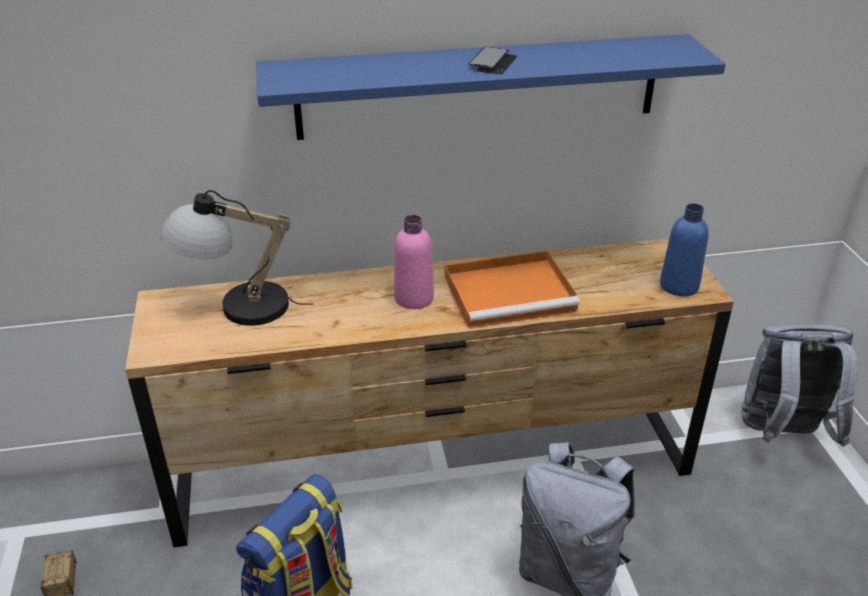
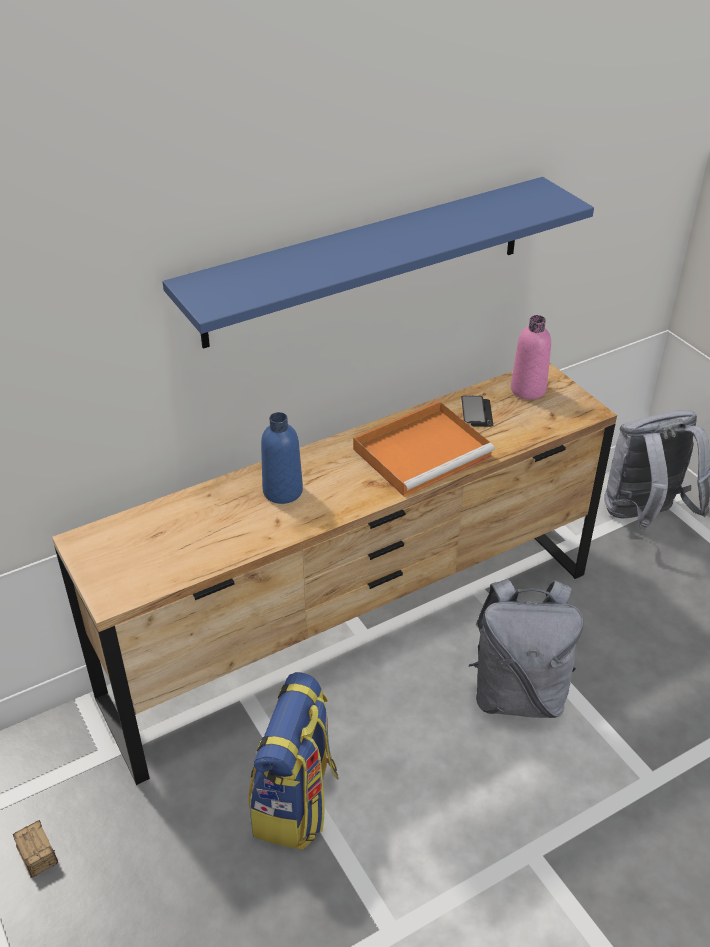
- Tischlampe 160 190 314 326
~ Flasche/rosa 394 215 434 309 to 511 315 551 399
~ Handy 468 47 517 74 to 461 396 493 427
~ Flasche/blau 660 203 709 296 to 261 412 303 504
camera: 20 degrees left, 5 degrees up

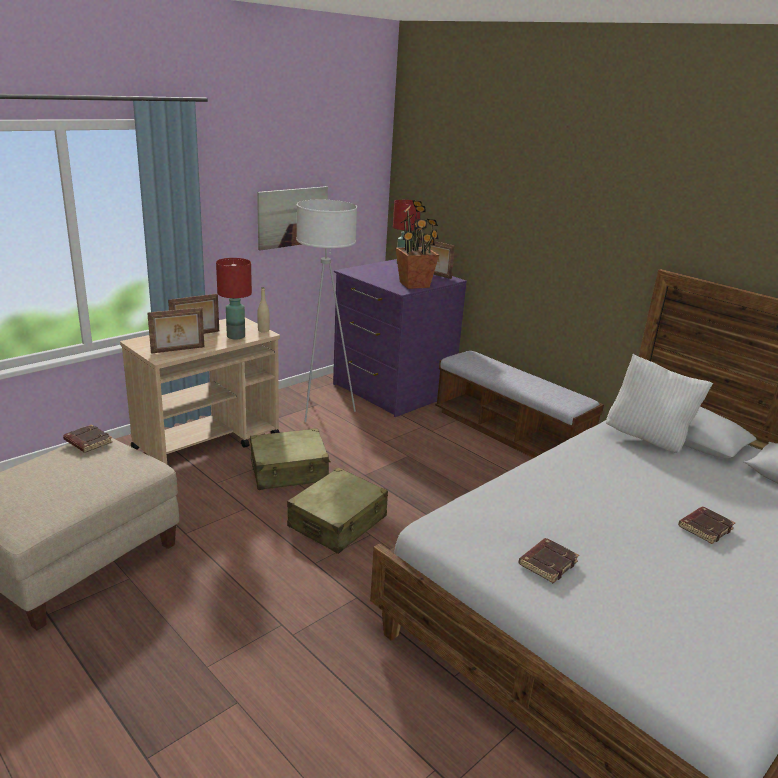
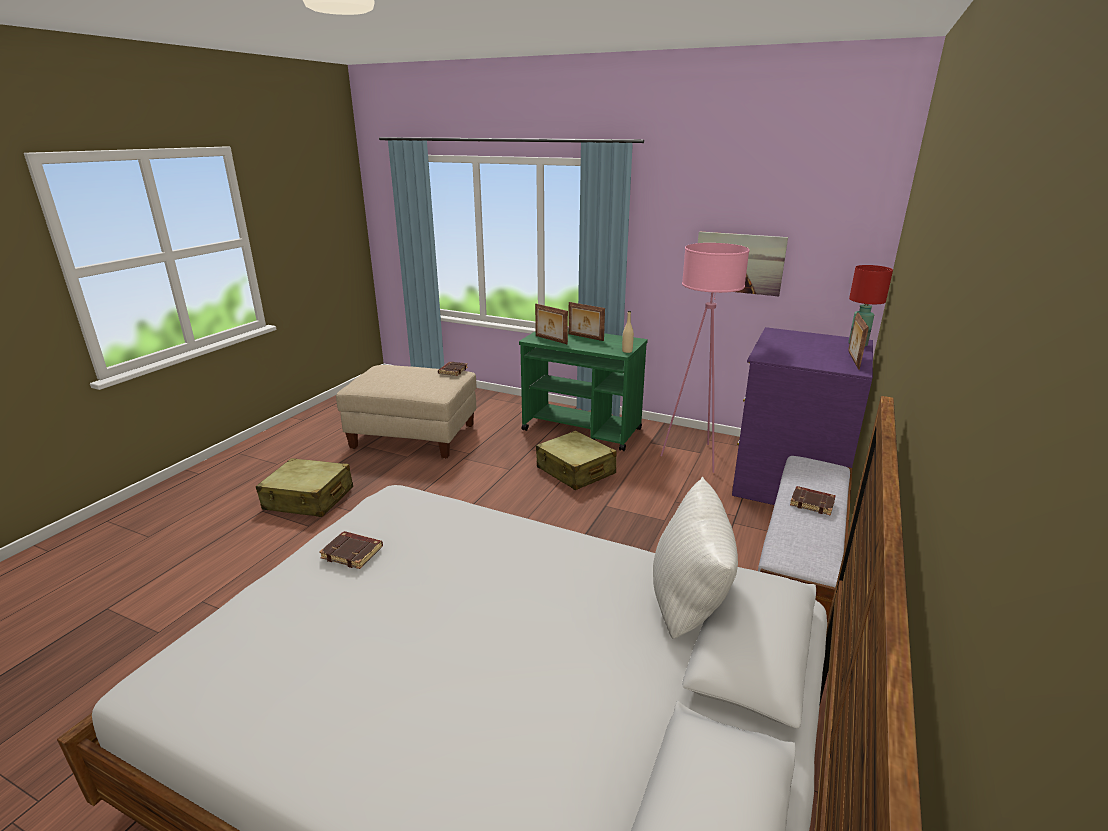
- Tischlampe/rot 216 258 252 339
- Topfpflanze 396 200 439 289
~ Koffer/beige 287 468 388 554 to 256 458 353 517
~ Buch/braun 678 507 735 544 to 790 486 836 516
~ Rollwagen/beige 120 318 280 464 to Rollwagen/grün 519 331 648 451
~ Stehlampe/weiß 296 200 357 422 to Stehlampe/rosa 660 243 750 473
camera: 70 degrees right, 0 degrees up

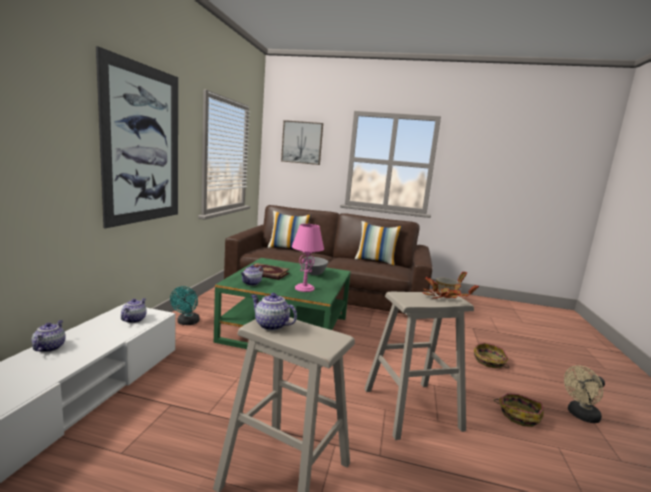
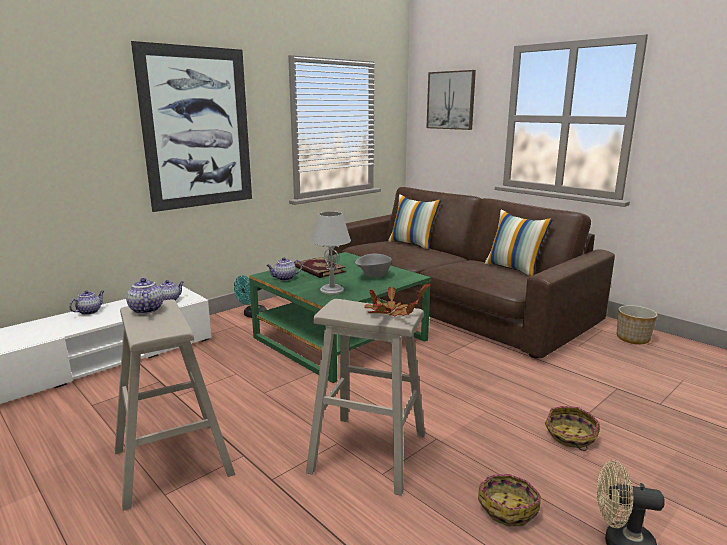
~ Tischlampe/rosa 292 224 324 292 to Tischlampe/grau 311 211 351 294
camera: 35 degrees right, 5 degrees up

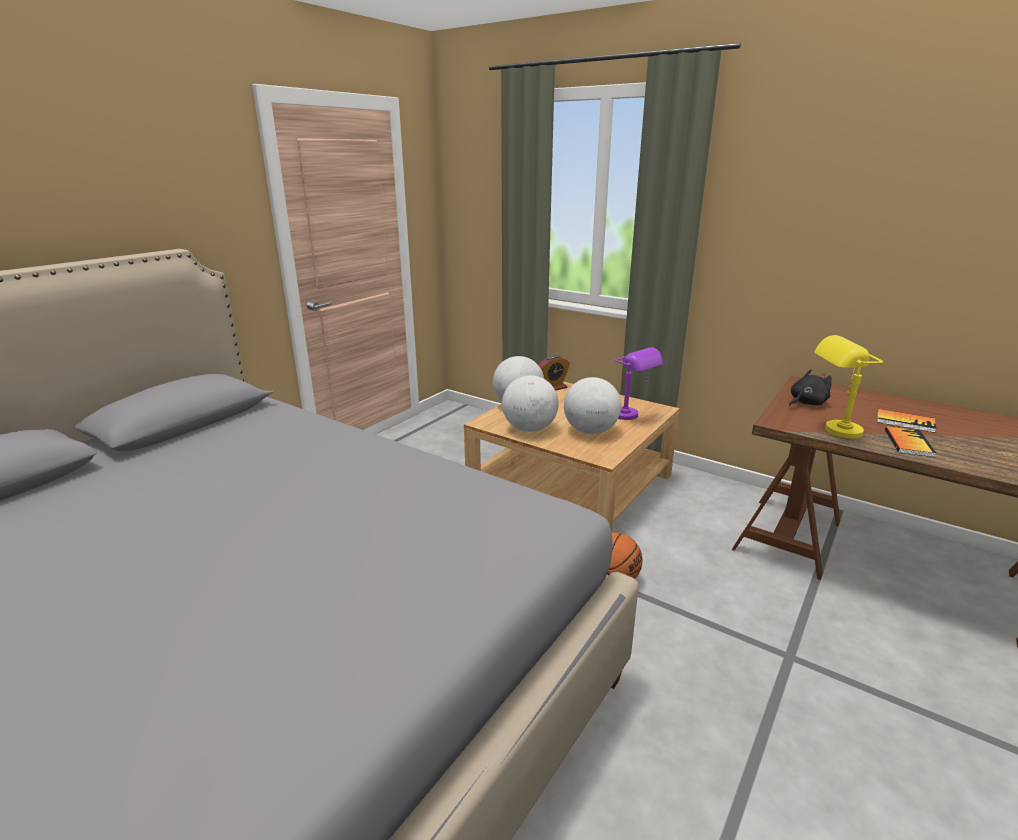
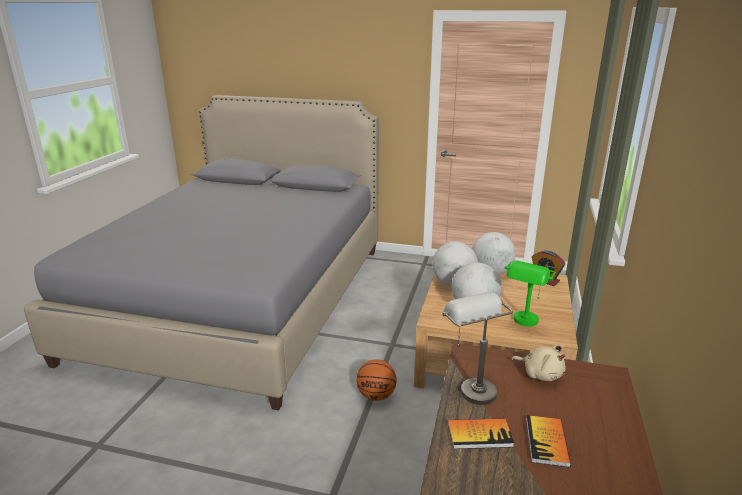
~ Tischlampe/lila 615 347 663 420 to Tischlampe/grün 505 260 556 326
~ Plüschtier/schwarz 789 369 832 406 to Plüschtier/beige 511 345 565 381
~ Tischlampe/gelb 814 335 883 438 to Tischlampe/grau 442 292 513 405
camera: 70 degrees right, 0 degrees up

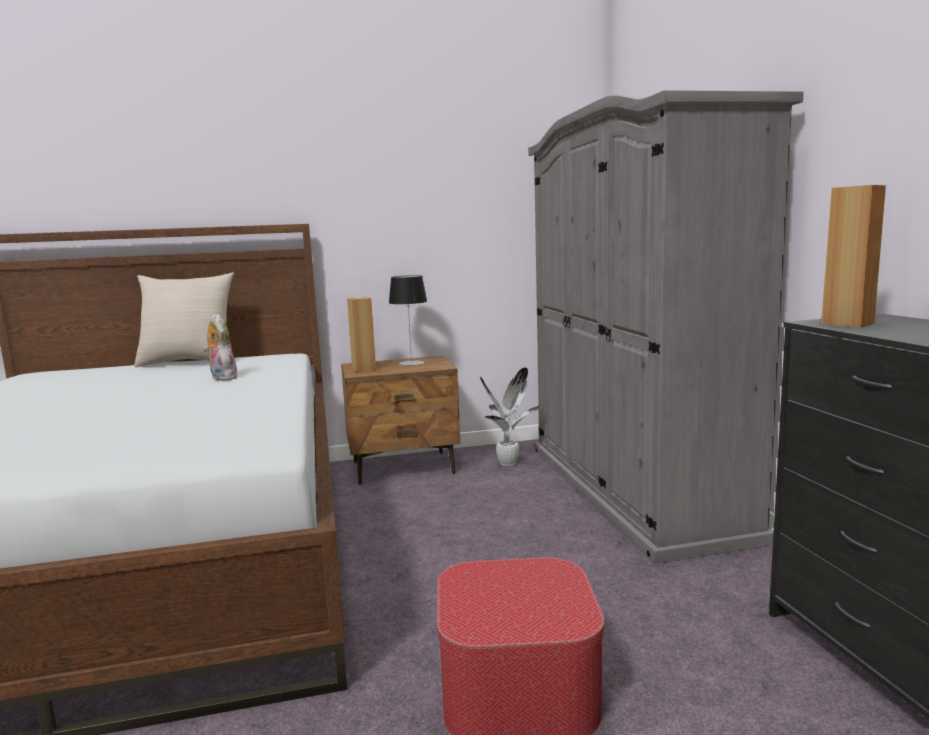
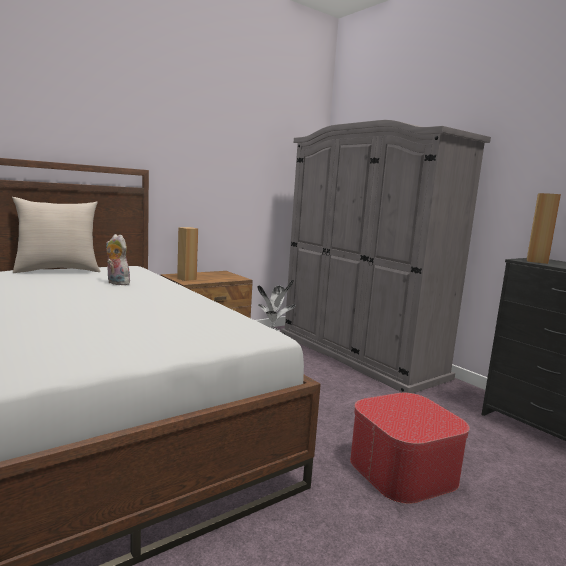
- Tischlampe 389 275 427 366
camera: 25 degrees left, 0 degrees up

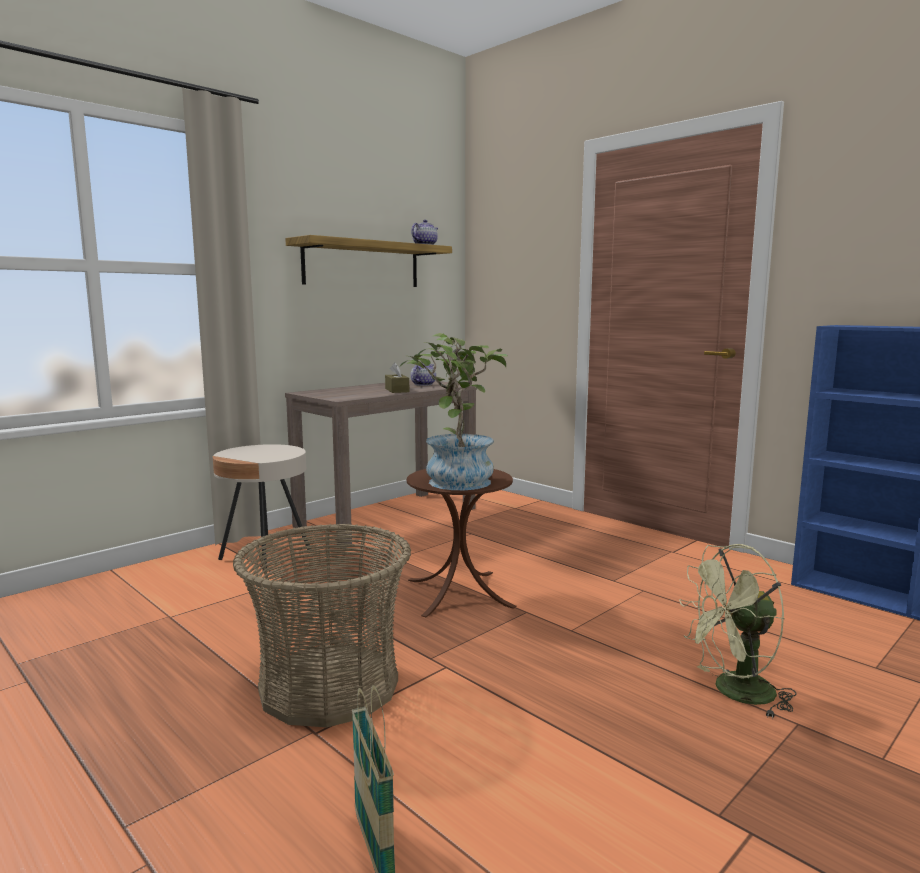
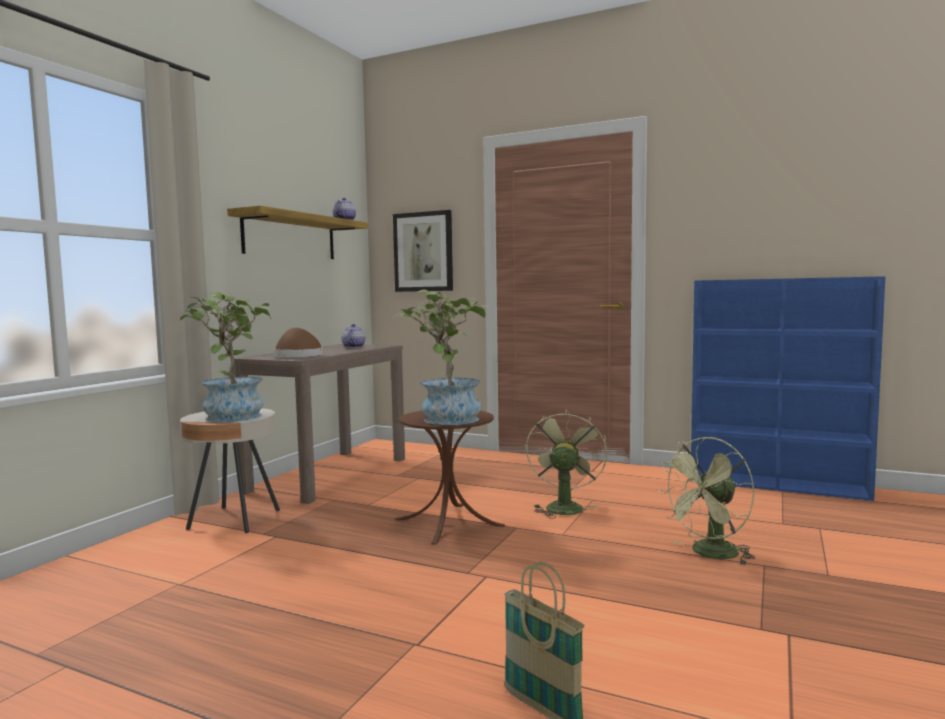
- Korb 233 524 411 727
- Taschentuchbox/braun 385 362 409 393
+ Topfpflanze 180 292 271 422
+ Hut/braun 274 328 323 357
+ Bild 393 210 453 292
+ Ventilator/grün 526 410 607 519
camera: 20 degrees left, 5 degrees down

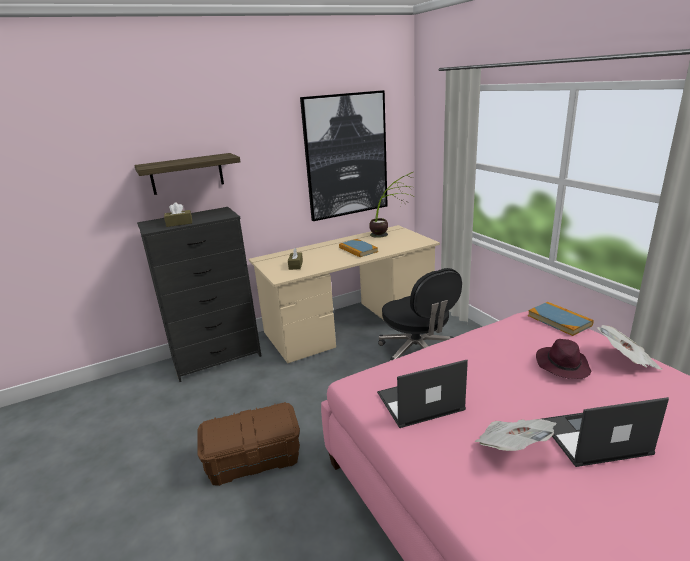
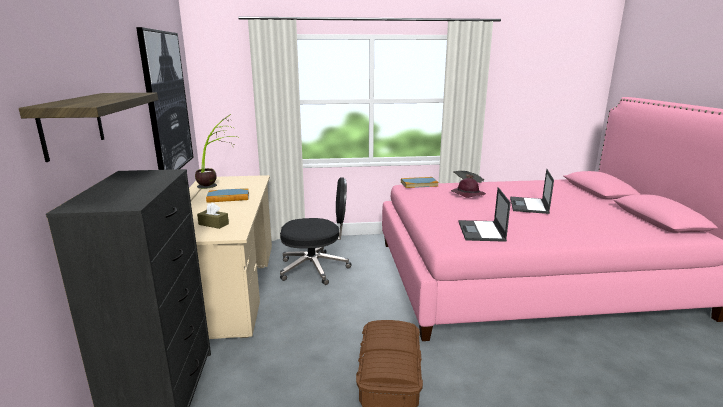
- Taschentuchbox/braun 164 202 192 227
- Zeitung 474 419 556 451
camera: 70 degrees left, 5 degrees down

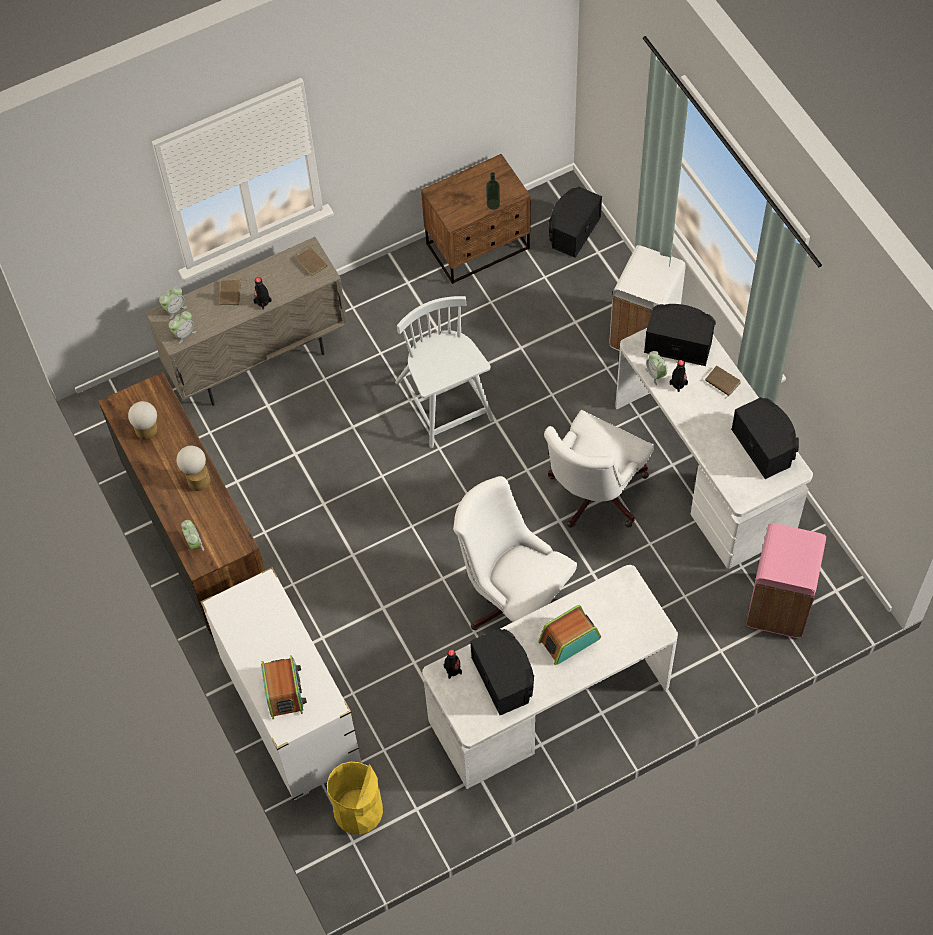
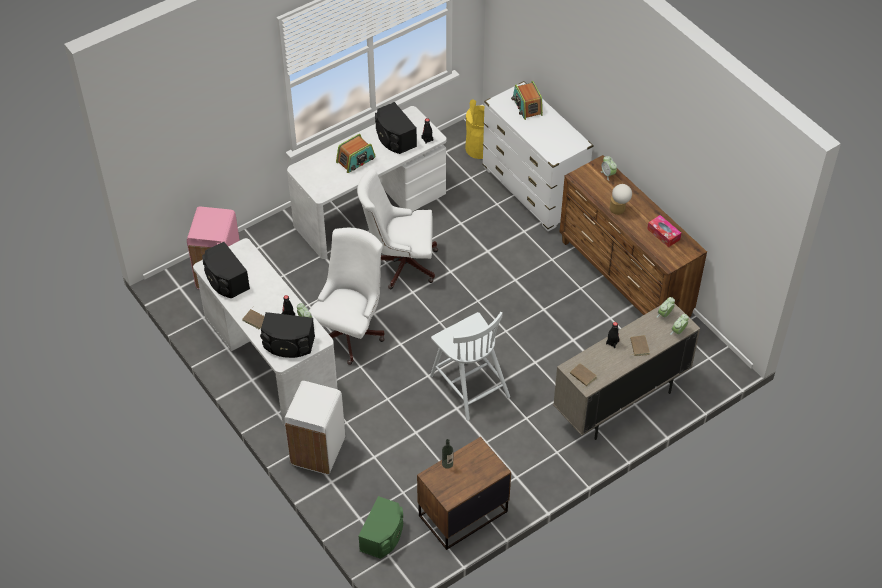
~ Tischlampe 128 401 158 440 to Taschentuchbox 647 215 681 247
~ Lautsprecher/schwarz 549 187 602 258 to Lautsprecher/grün 358 496 403 559
~ Bürostuhl/weiß 453 476 577 630 = 357 169 438 289 150 degrees clockwise
camera: 170 degrees right, 10 degrees down

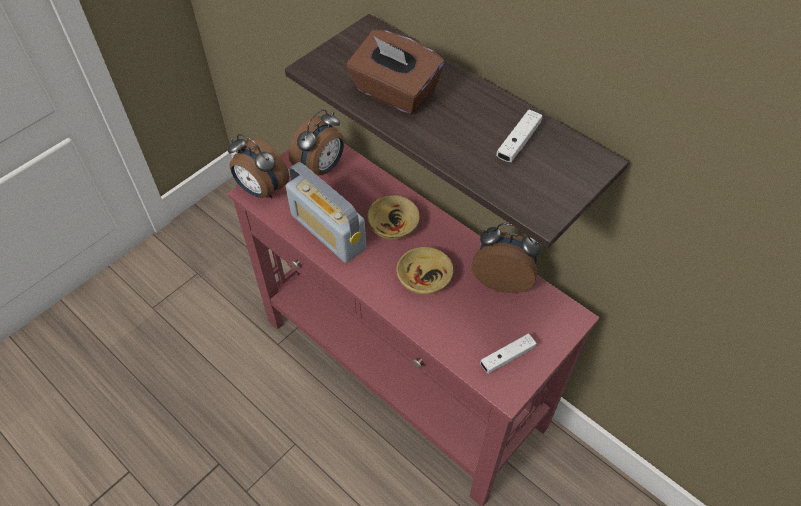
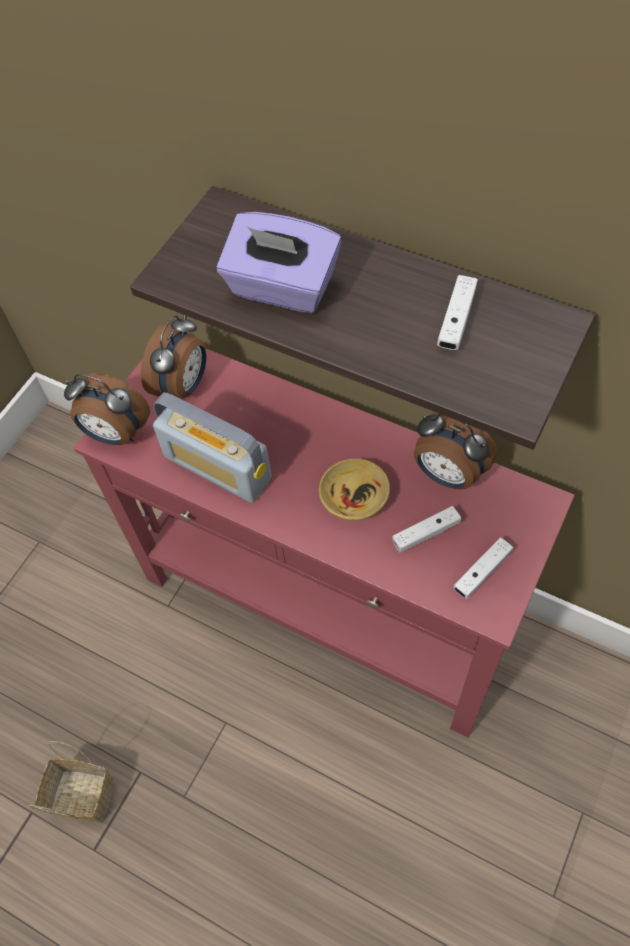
- Schüssel/beige 367 195 420 240
+ Korb 28 741 115 823
+ Gamepad/weiß 392 506 461 553
~ Taschentuchbox/braun 347 29 444 114 to Taschentuchbox/lila 217 212 342 313
~ Wecker 471 223 541 293 = 414 412 497 489 150 degrees counterclockwise
camera: 10 degrees left, 5 degrees up

